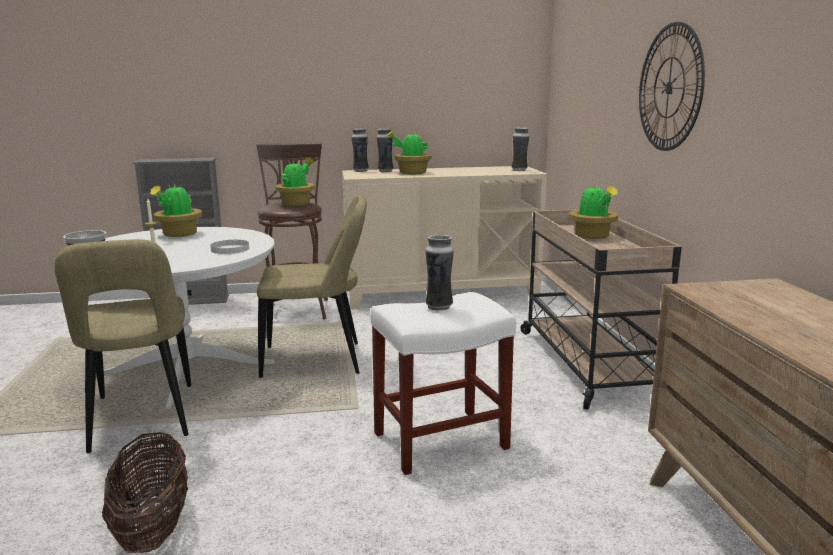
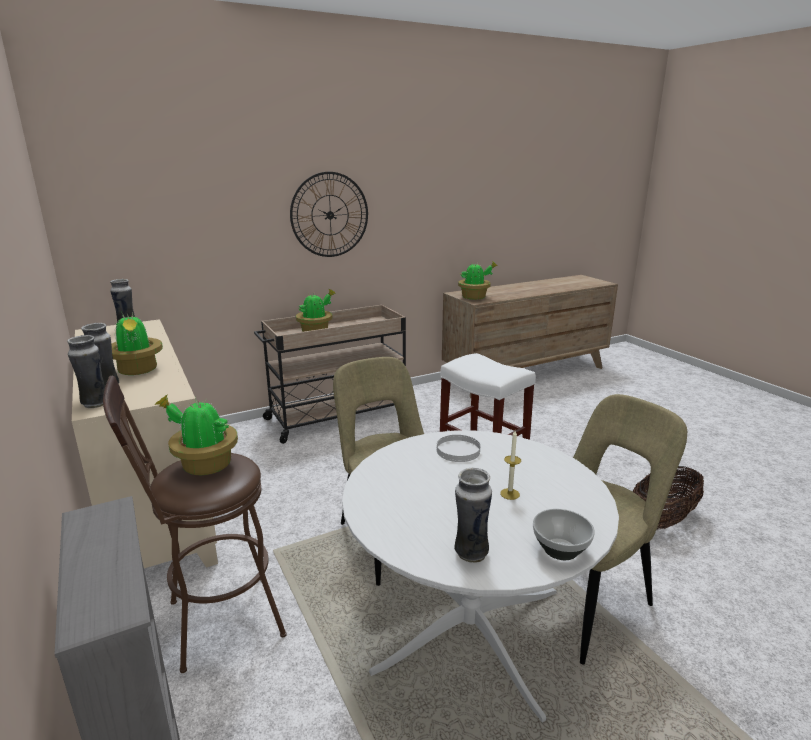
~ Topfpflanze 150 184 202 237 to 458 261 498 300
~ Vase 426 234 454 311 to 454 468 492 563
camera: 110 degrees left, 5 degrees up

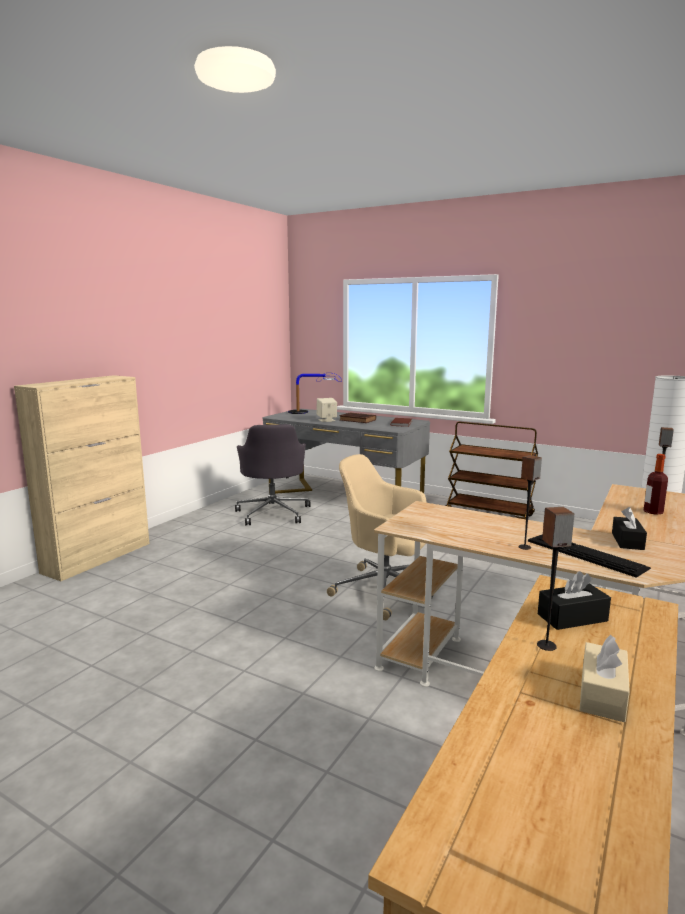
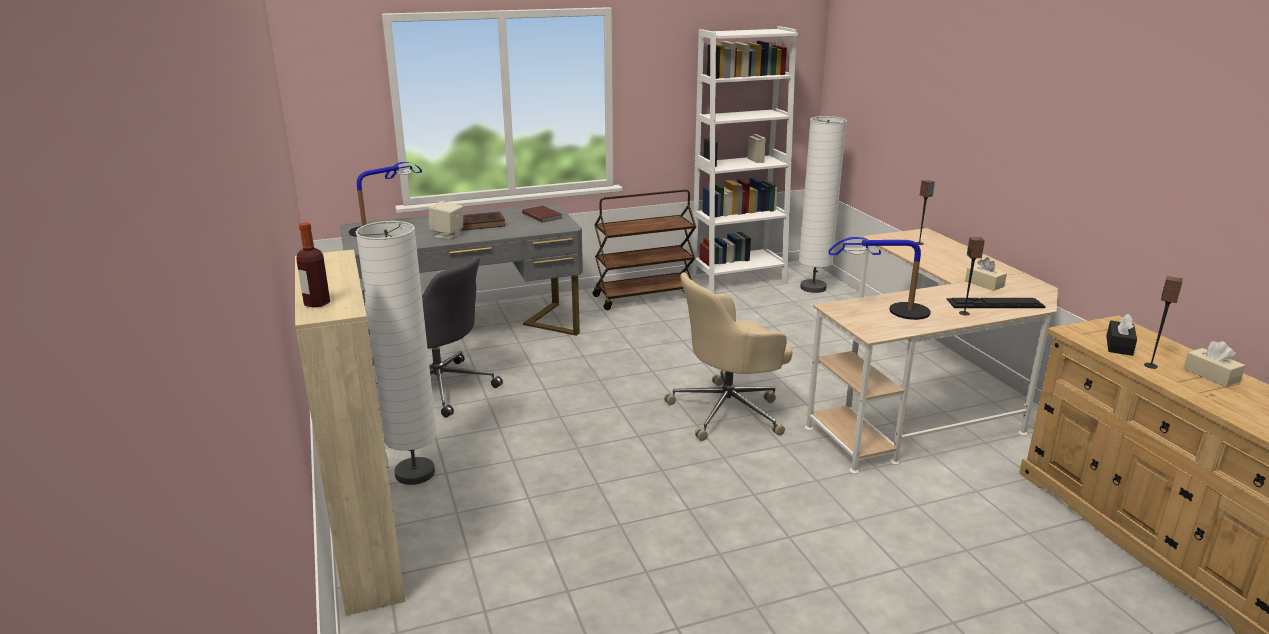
+ Stehlampe/weiß 356 221 437 485
+ Bücherregal/weiß 692 26 798 293
+ Tischlampe 829 237 930 320
~ Flasche 644 454 668 515 to 297 222 330 308
~ Taschentuchbox/schwarz 612 507 647 550 to Taschentuchbox/beige 965 257 1007 291
camera: 50 degrees left, 10 degrees up

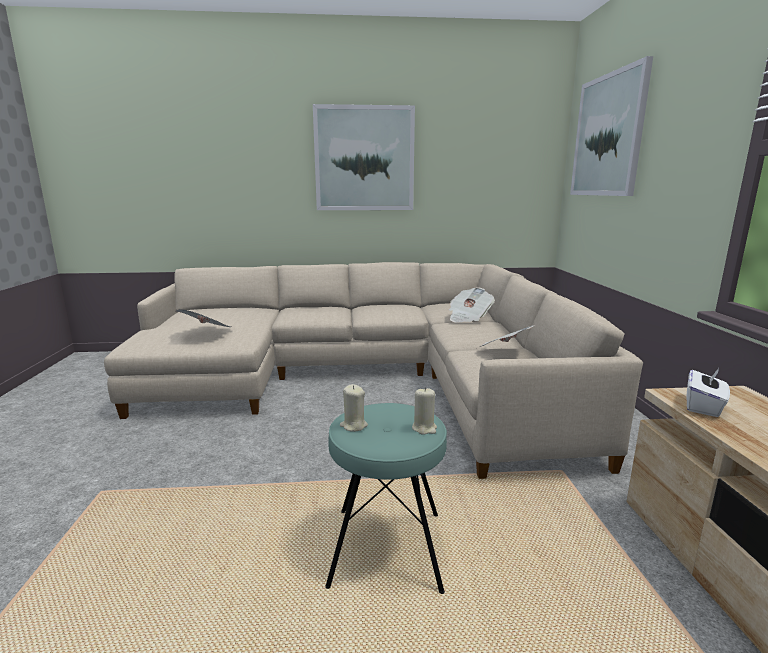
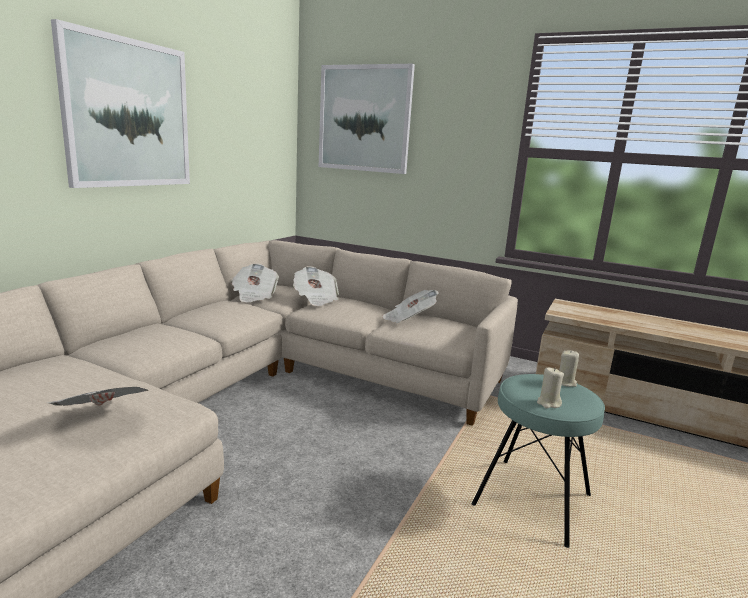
- Taschentuchbox/weiß 687 368 730 417
+ Zeitung 231 263 279 302
camera: 60 degrees left, 0 degrees up

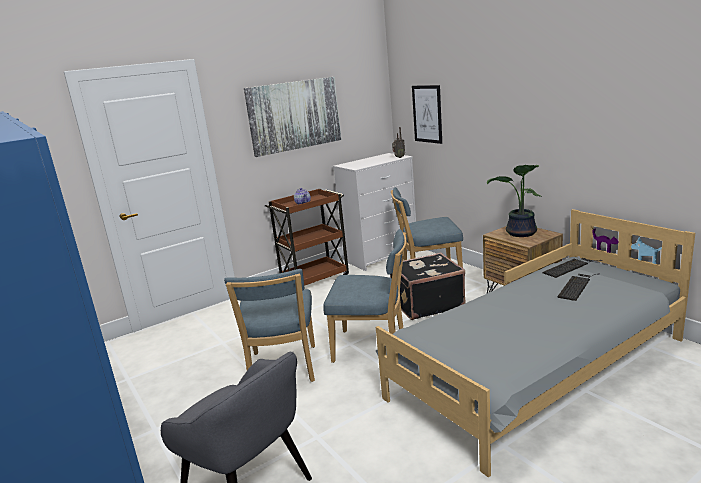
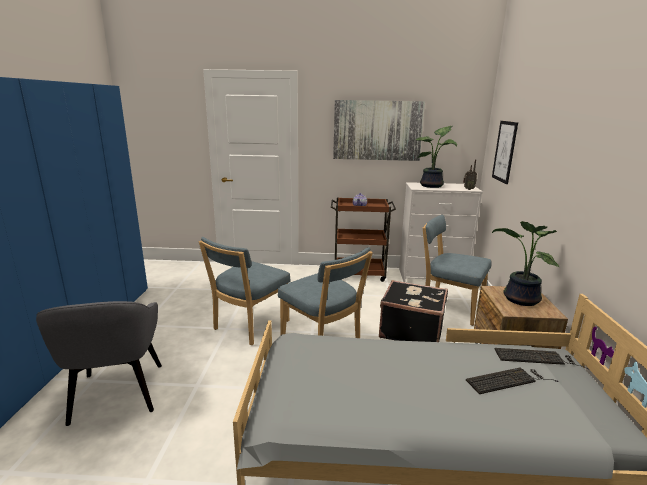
+ Topfpflanze 416 126 457 188
camera: 35 degrees right, 0 degrees up

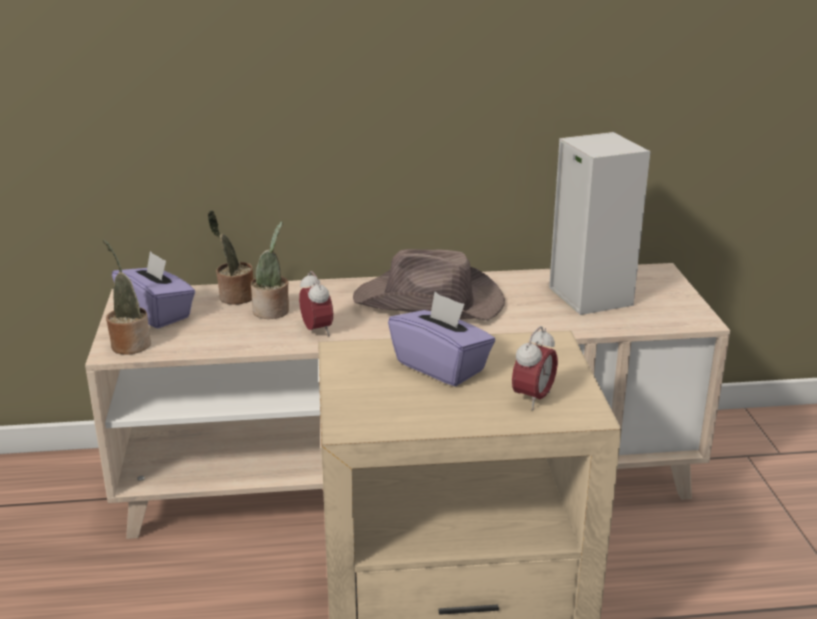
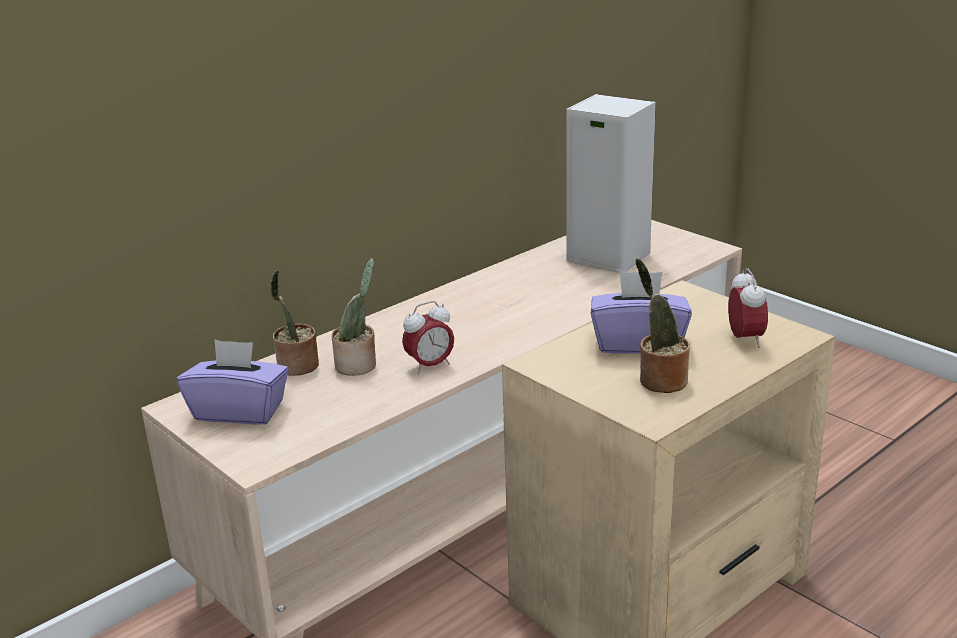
- Hut/braun 353 249 505 321
~ Topfpflanze 103 239 151 355 to 635 259 690 393
~ Wecker 299 271 333 336 = 402 301 454 374 120 degrees clockwise
camera: 35 degrees left, 0 degrees up

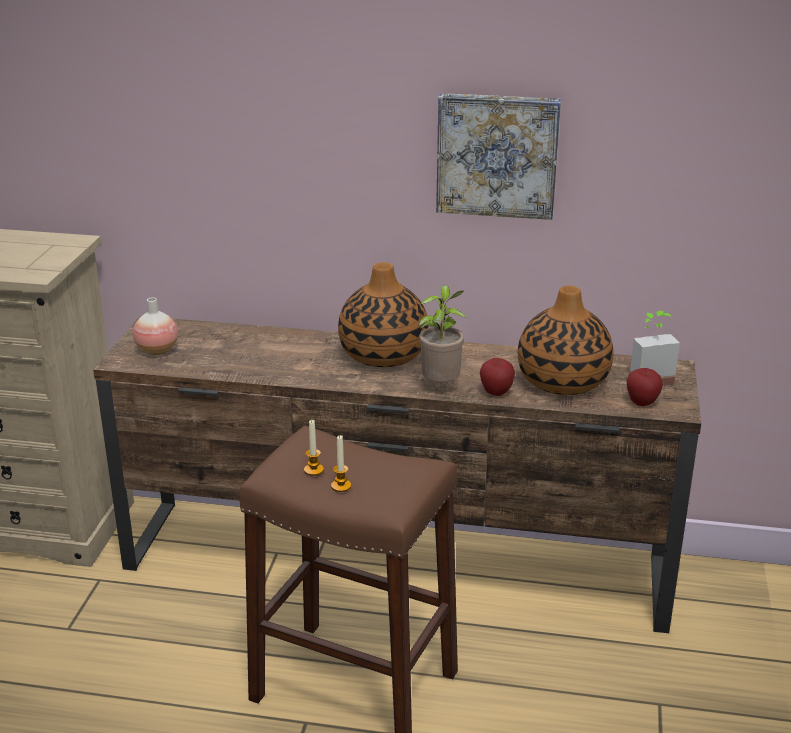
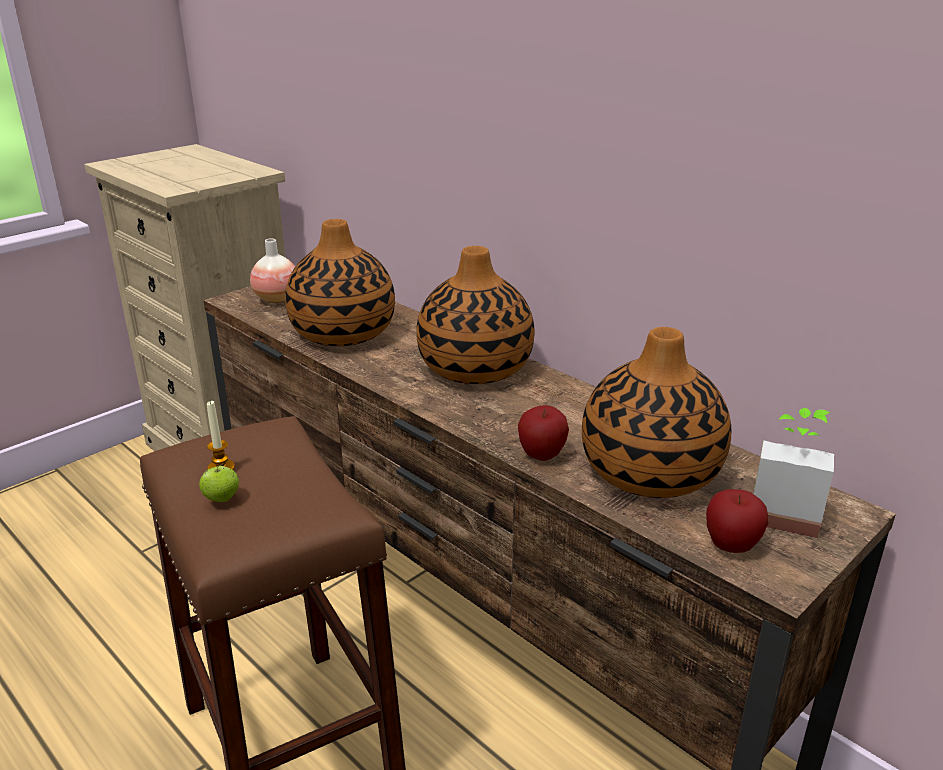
- Topfpflanze 418 285 467 382
- Bild 436 93 561 220
+ Vase 285 219 395 346
~ Kerze 331 435 351 492 to Apfel 199 464 239 502
camera: 35 degrees right, 0 degrees up

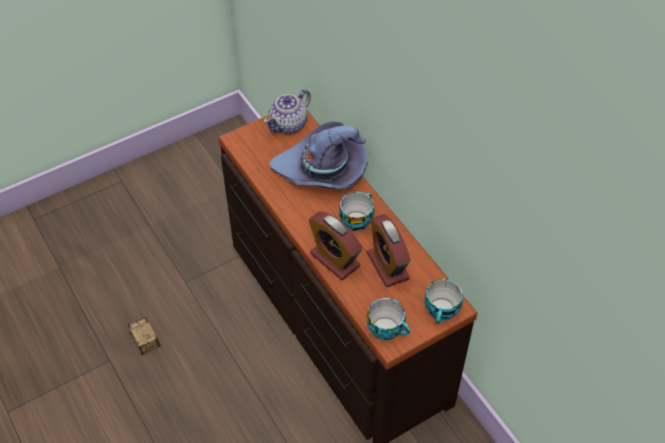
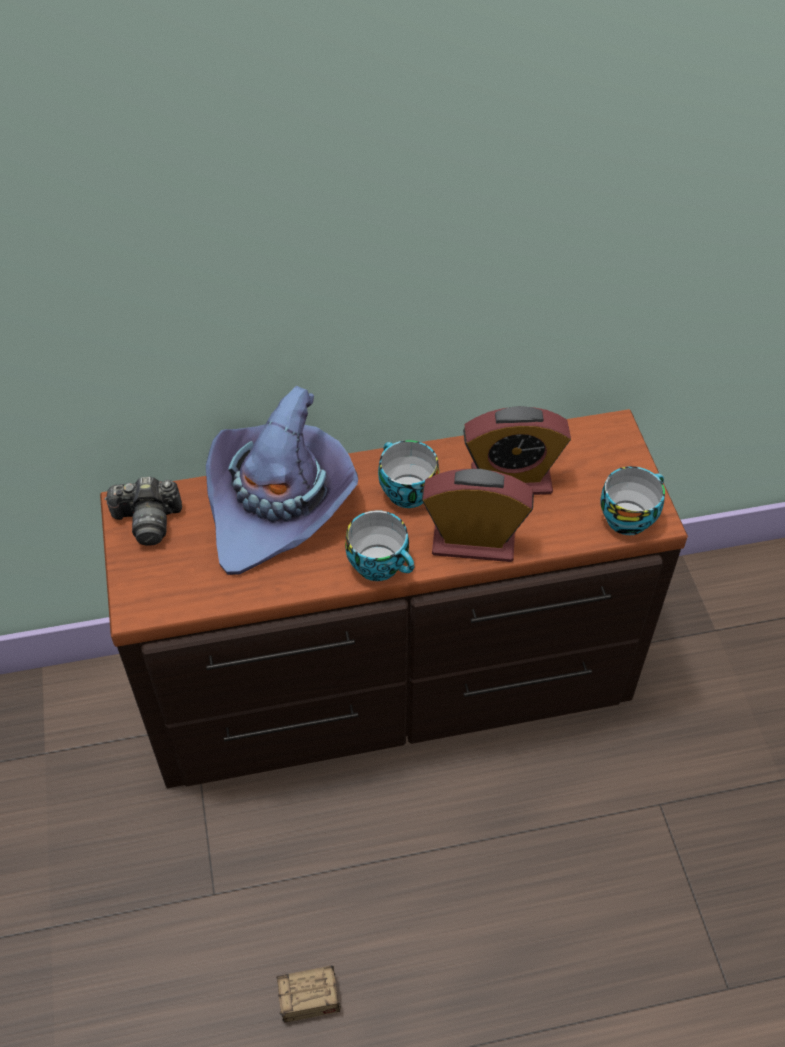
~ Tasse 424 279 463 324 to 345 510 414 581
~ Teekanne 264 89 311 134 to Kamera 104 477 182 546
~ Wecker 309 211 362 280 = 422 469 534 562 150 degrees counterclockwise
camera: 70 degrees left, 0 degrees up

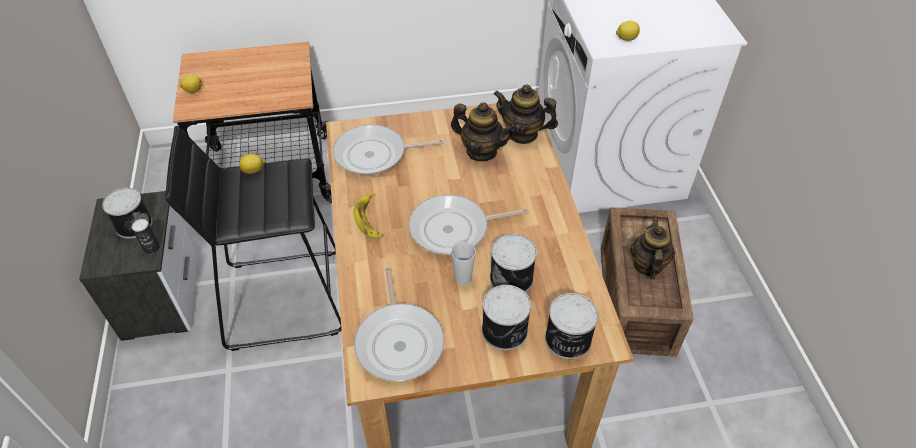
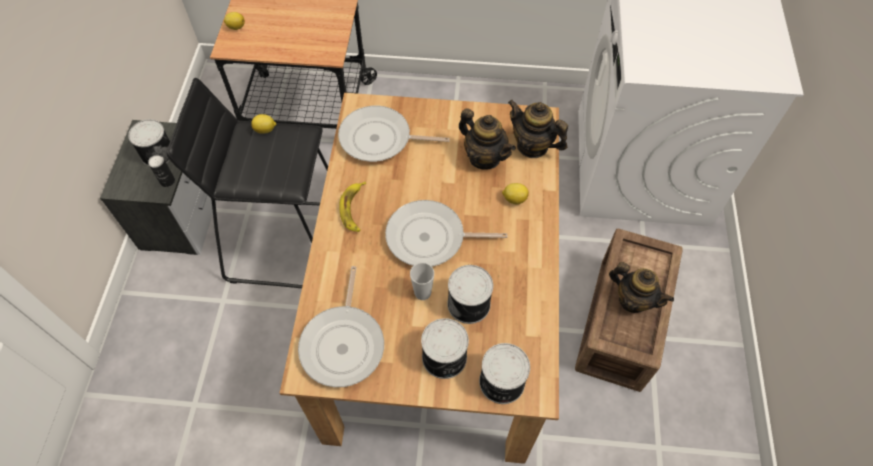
~ Zitrone 616 21 640 41 to 502 183 529 205
~ Teekanne 630 216 675 279 = 609 262 674 313 105 degrees clockwise
camera: 15 degrees right, 10 degrees up

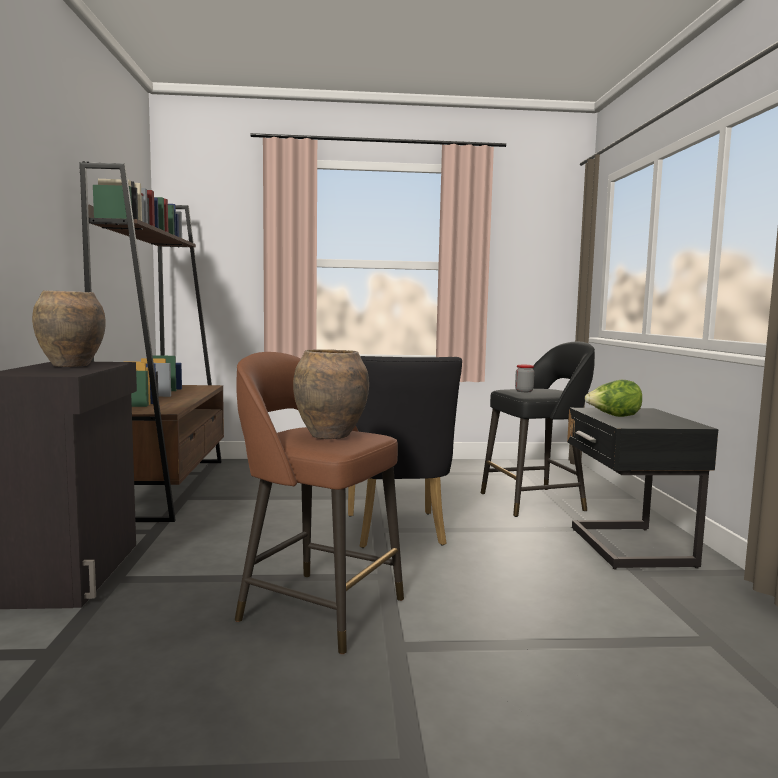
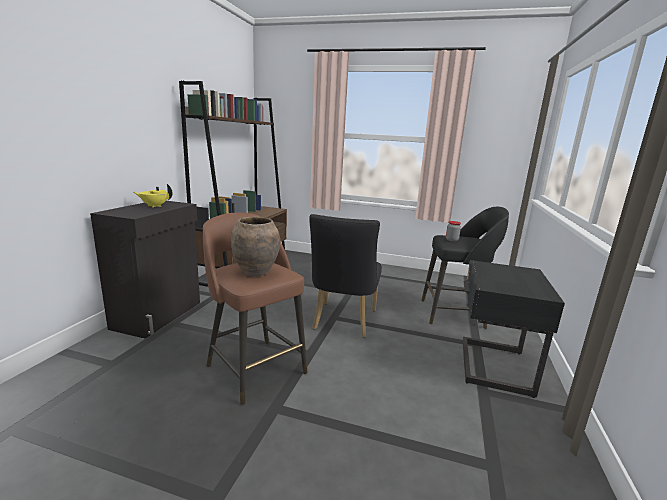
- Salatkopf 585 380 642 417
~ Vase/braun 32 291 106 367 to Teekanne/gelb 134 184 173 208
camera: 20 degrees right, 10 degrees up

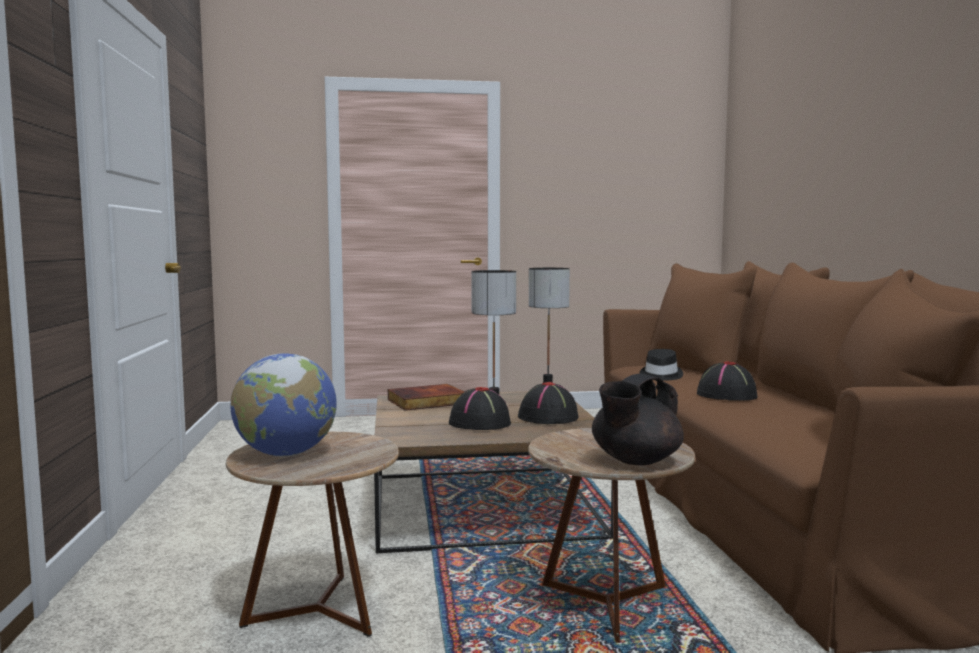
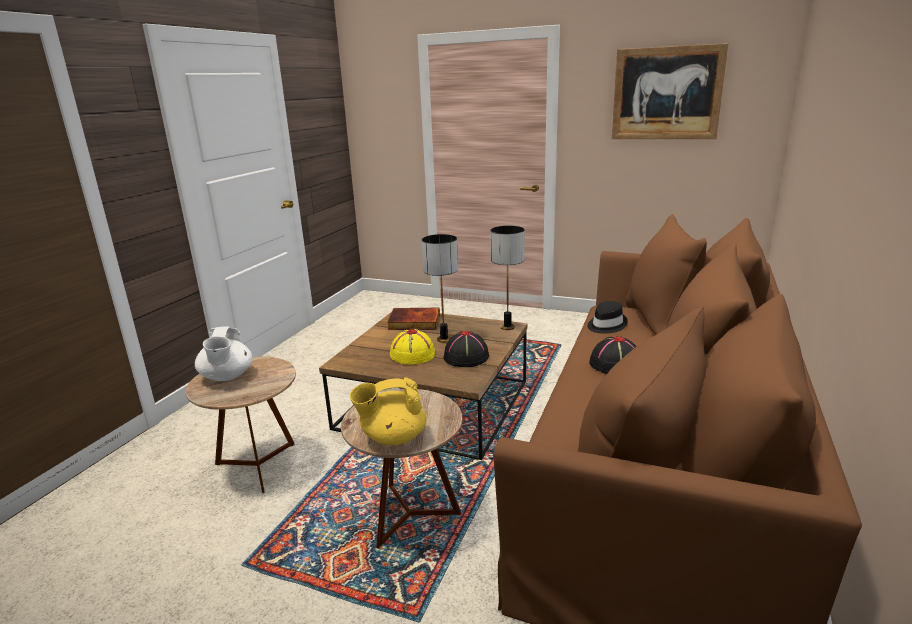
+ Bild 612 43 728 139
~ Globus 231 353 337 457 to Teekanne/weiß 195 327 253 381
~ Hut/schwarz 449 387 511 430 to Hut/gelb 390 329 435 365
~ Teekanne/schwarz 592 374 684 465 to Teekanne/gelb 350 377 426 445
camera: 30 degrees right, 15 degrees up

